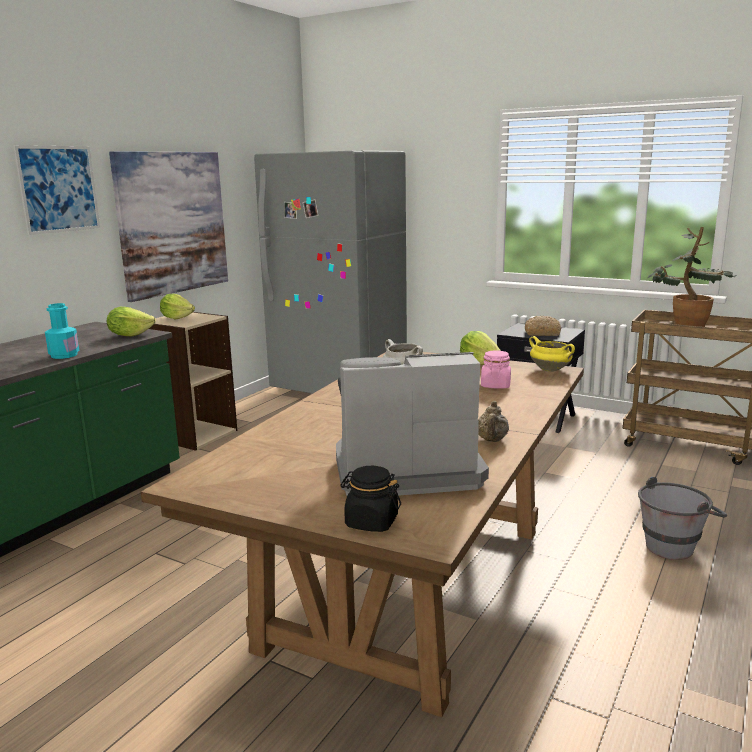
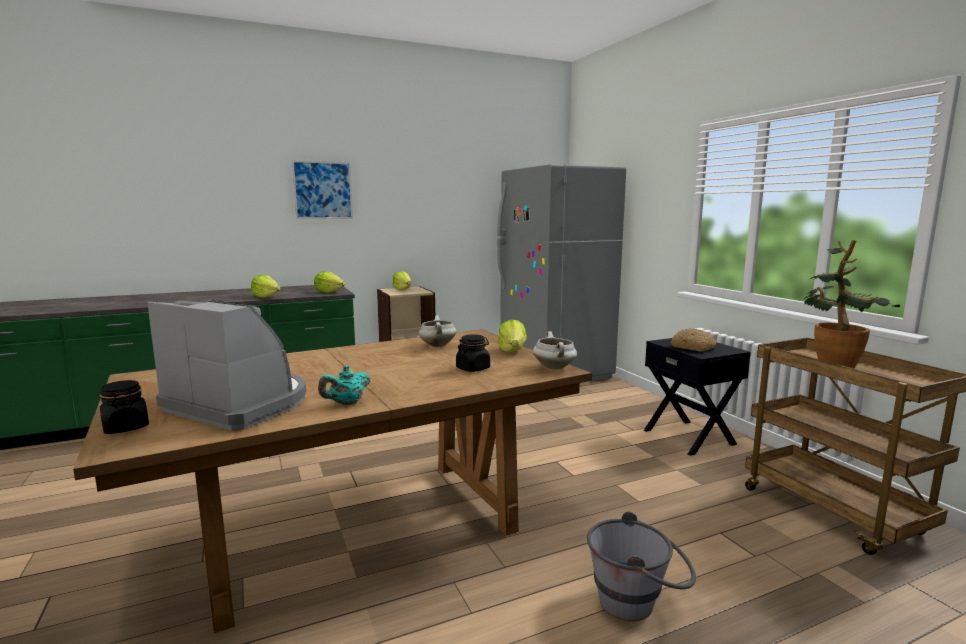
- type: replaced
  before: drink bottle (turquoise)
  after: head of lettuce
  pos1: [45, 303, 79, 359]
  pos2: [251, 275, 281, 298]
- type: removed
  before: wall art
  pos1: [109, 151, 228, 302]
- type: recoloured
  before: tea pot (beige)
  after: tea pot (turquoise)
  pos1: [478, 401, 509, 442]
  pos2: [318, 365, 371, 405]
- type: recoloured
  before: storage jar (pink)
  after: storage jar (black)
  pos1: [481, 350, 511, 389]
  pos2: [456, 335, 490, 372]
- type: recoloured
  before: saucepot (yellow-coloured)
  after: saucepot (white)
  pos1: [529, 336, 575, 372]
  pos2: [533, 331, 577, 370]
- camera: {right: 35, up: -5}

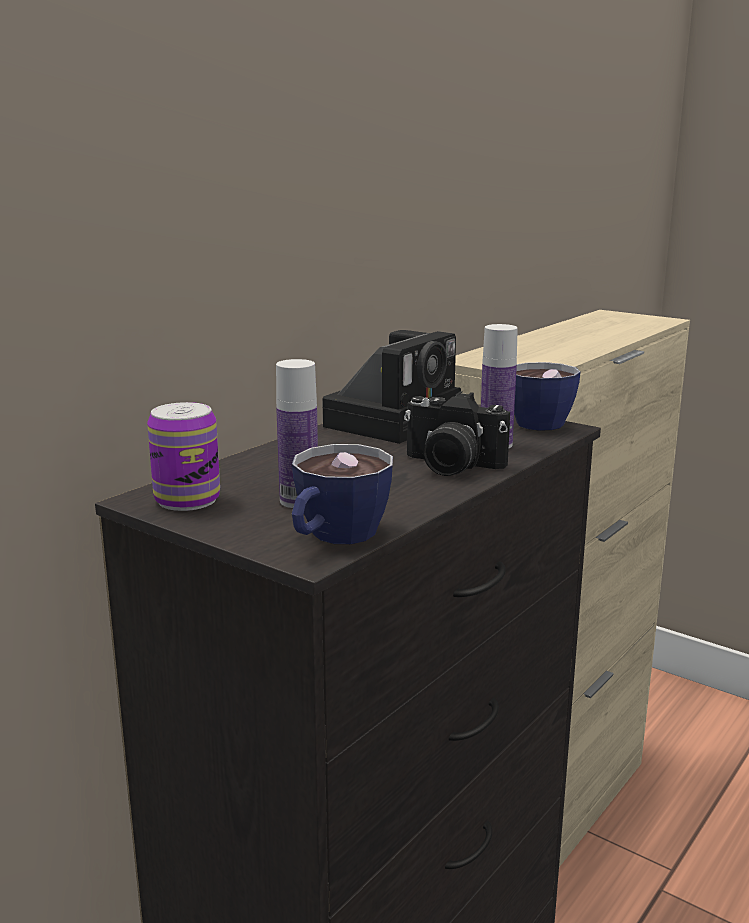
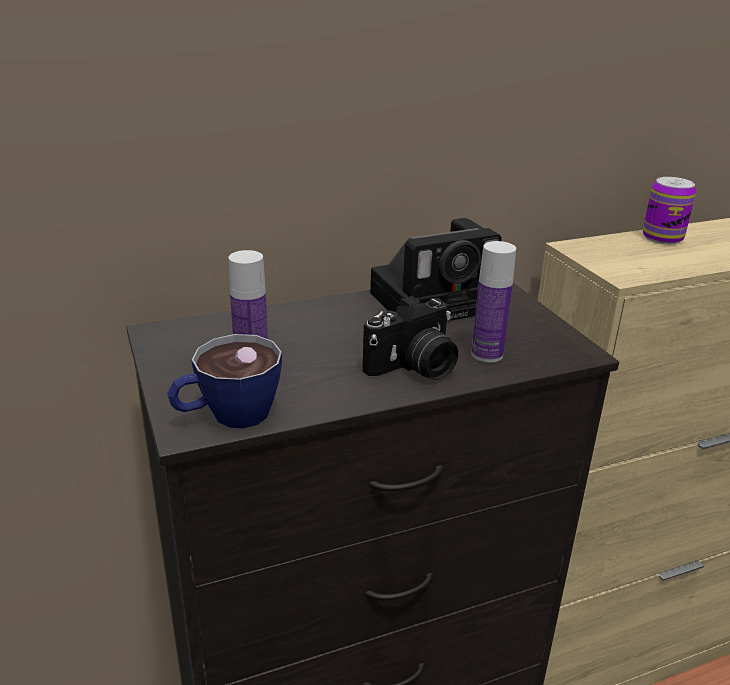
- type: moved
  before: can
  pos1: [147, 402, 220, 511]
  pos2: [643, 177, 696, 244]
- type: turned
  before: photo camera
  pos1: [404, 391, 510, 476]
  pos2: [362, 296, 458, 380]
  turn: -90
- type: removed
  before: drinking cup
  pos1: [514, 362, 581, 431]
- camera: {right: 30, up: 10}

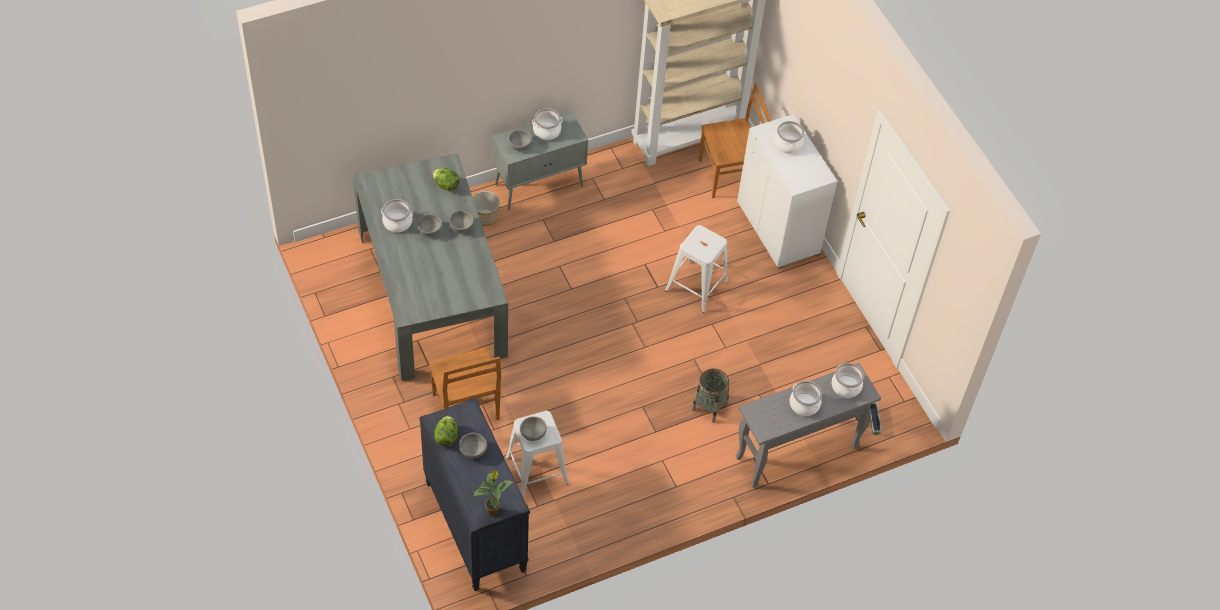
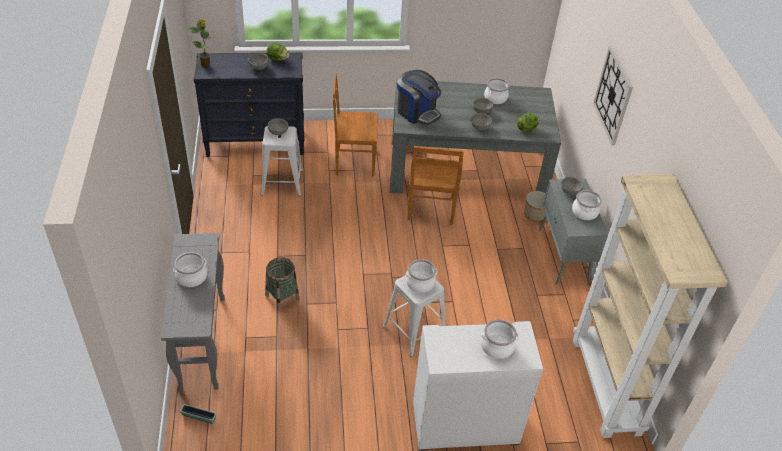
- type: moved
  before: upright chair (brown)
  pos1: [699, 82, 771, 198]
  pos2: [407, 147, 464, 225]
- type: moved
  before: saucepot
  pos1: [831, 363, 864, 398]
  pos2: [406, 259, 437, 293]
- type: added
  after: coffee maker
  pos2: [397, 70, 441, 125]
- type: added
  after: clock on the wall
  pos2: [593, 46, 633, 146]
- camera: {right: 110, up: -10}

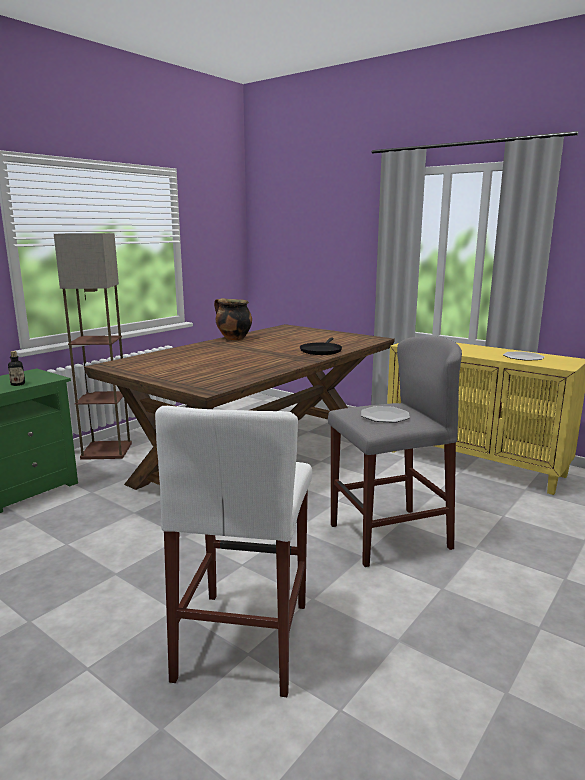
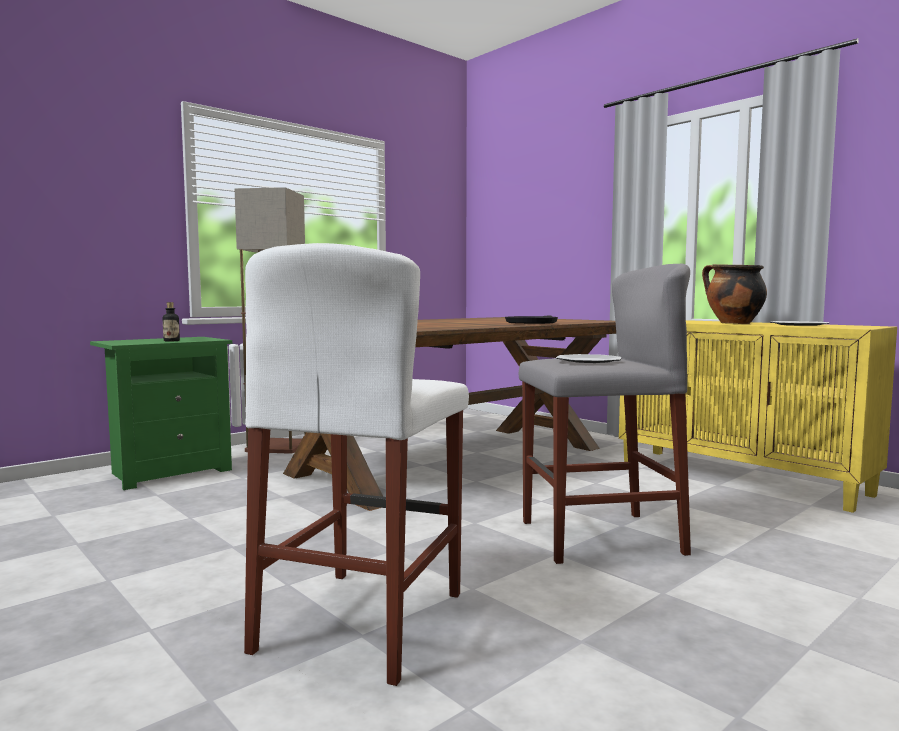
- type: moved
  before: saucepot
  pos1: [214, 298, 252, 341]
  pos2: [702, 264, 767, 324]
- camera: {right: 10, up: -10}

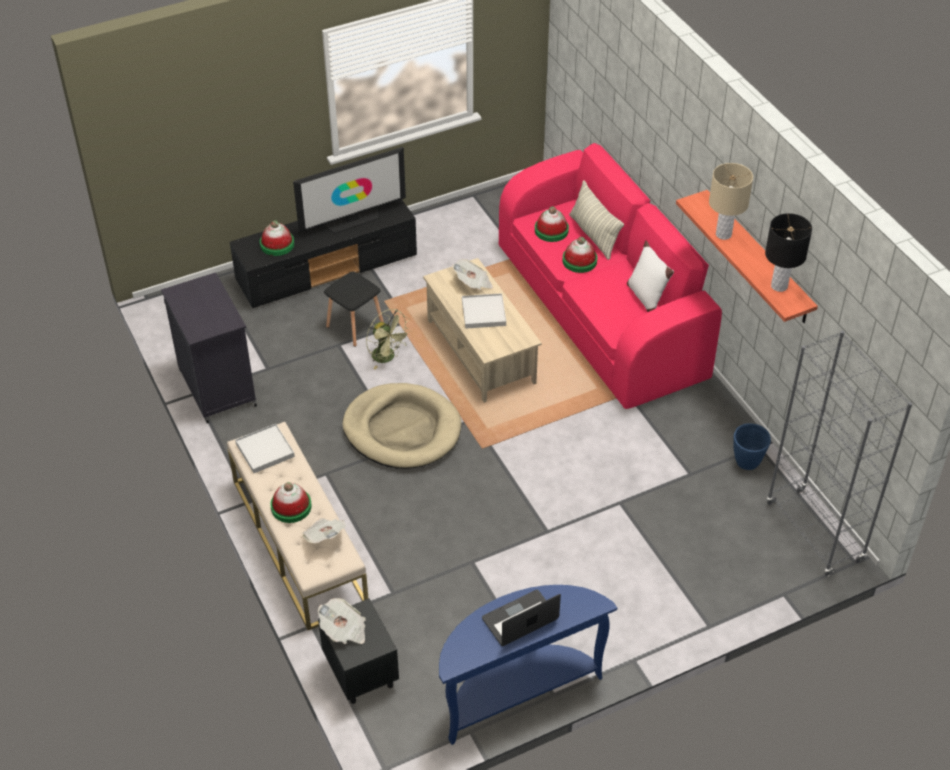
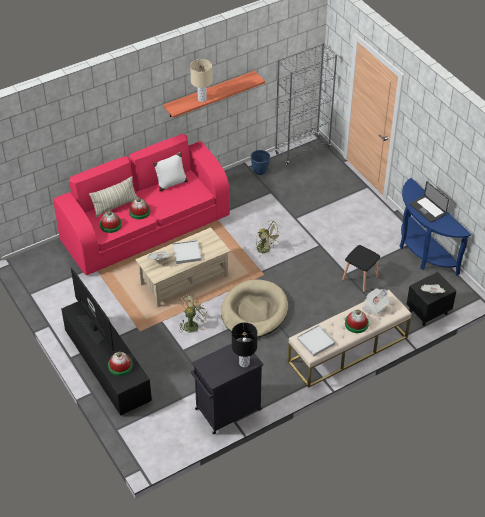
- type: moved
  before: sitting stool (black)
  pos1: [324, 271, 384, 347]
  pos2: [342, 245, 380, 292]
- type: moved
  before: lamp for a table (black)
  pos1: [765, 213, 812, 292]
  pos2: [232, 323, 257, 367]
- type: added
  after: electric fan (green)
  pos2: [256, 220, 281, 257]
- camera: {right: -95, up: 0}

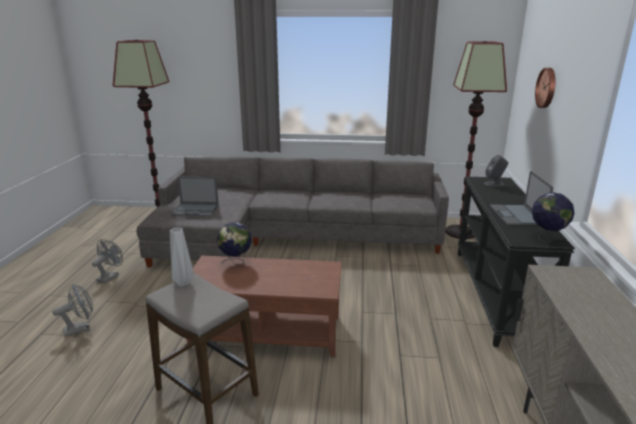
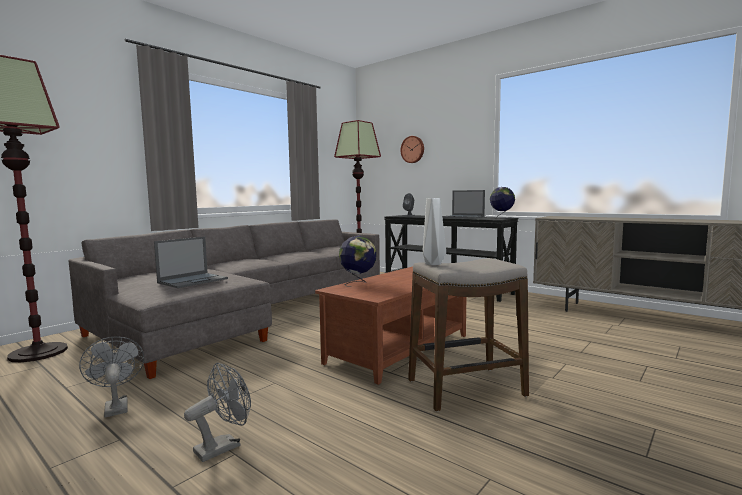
- type: turned
  before: electric fan (grey)
  pos1: [53, 284, 93, 337]
  pos2: [184, 363, 251, 462]
  turn: 45
- camera: {right: -55, up: -15}

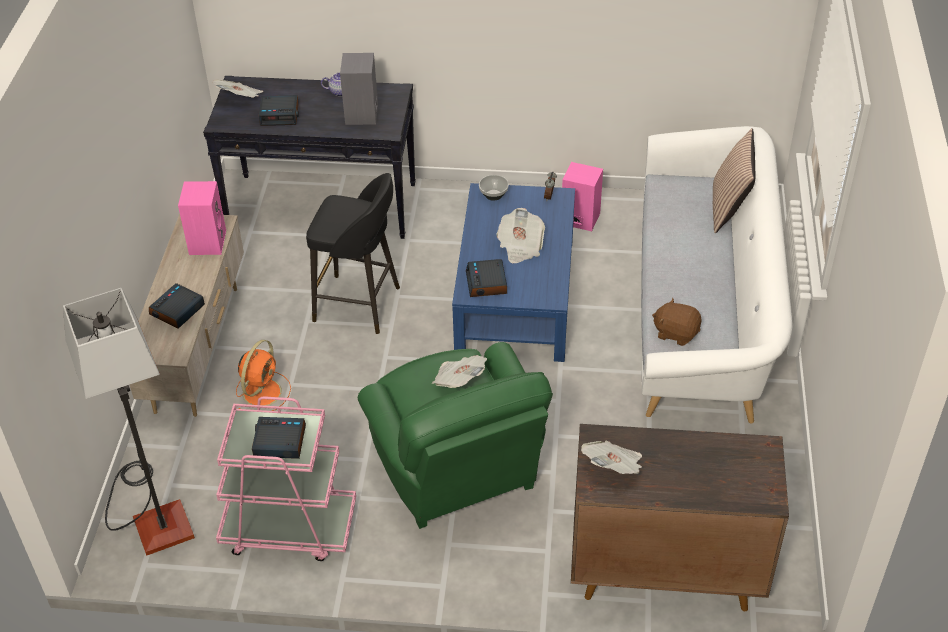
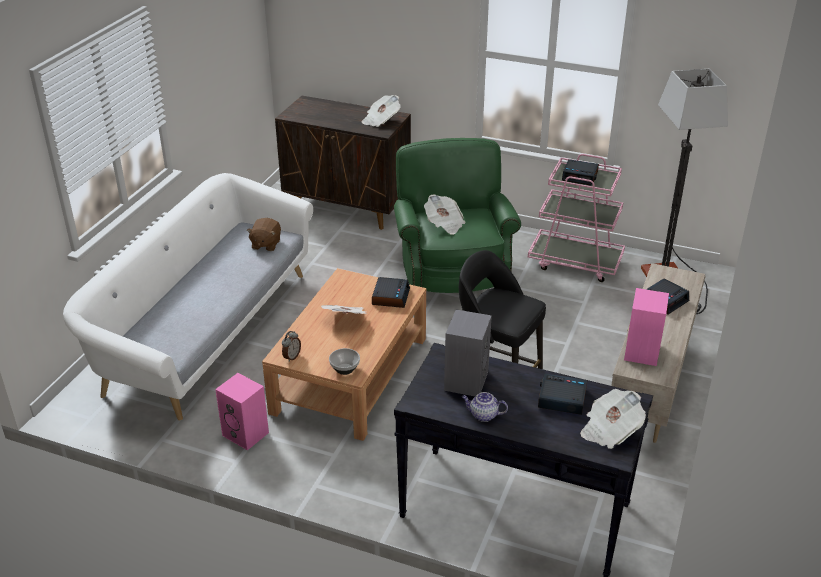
- type: removed
  before: electric fan (orange-coloured)
  pos1: [236, 340, 291, 411]
- type: recoloured
  before: coffee table (blue-coloured)
  after: coffee table (brown)
  pos1: [452, 183, 575, 362]
  pos2: [262, 268, 426, 441]
- type: turned
  before: cuddly toy (brown)
  pos1: [652, 298, 702, 346]
  pos2: [247, 218, 281, 251]
  turn: 60
- type: removed
  before: cushion
  pos1: [713, 128, 755, 233]
- camera: {right: -165, up: -10}

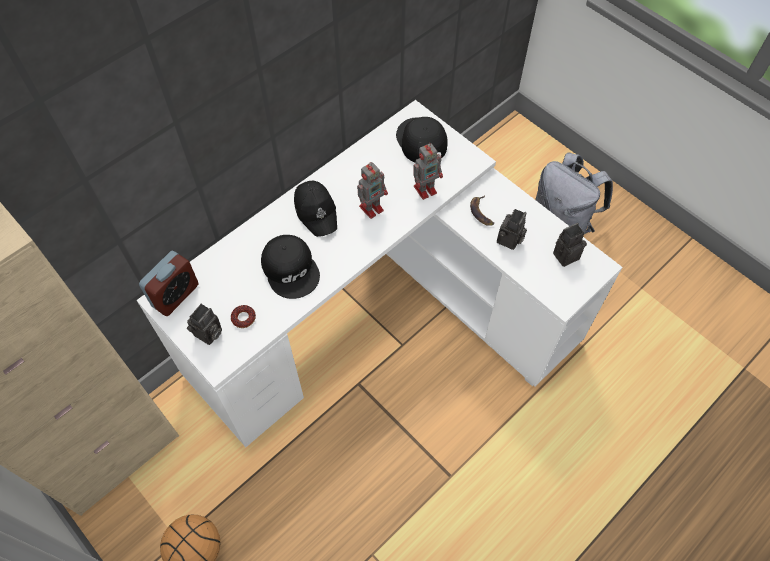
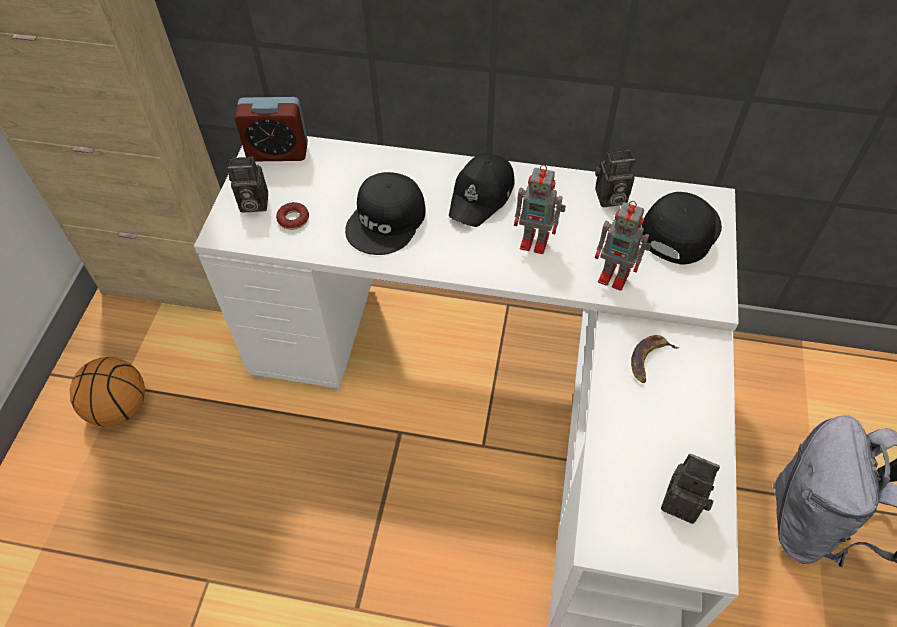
- type: moved
  before: photo camera
  pos1: [497, 209, 527, 250]
  pos2: [595, 150, 636, 207]
- camera: {right: 55, up: -5}

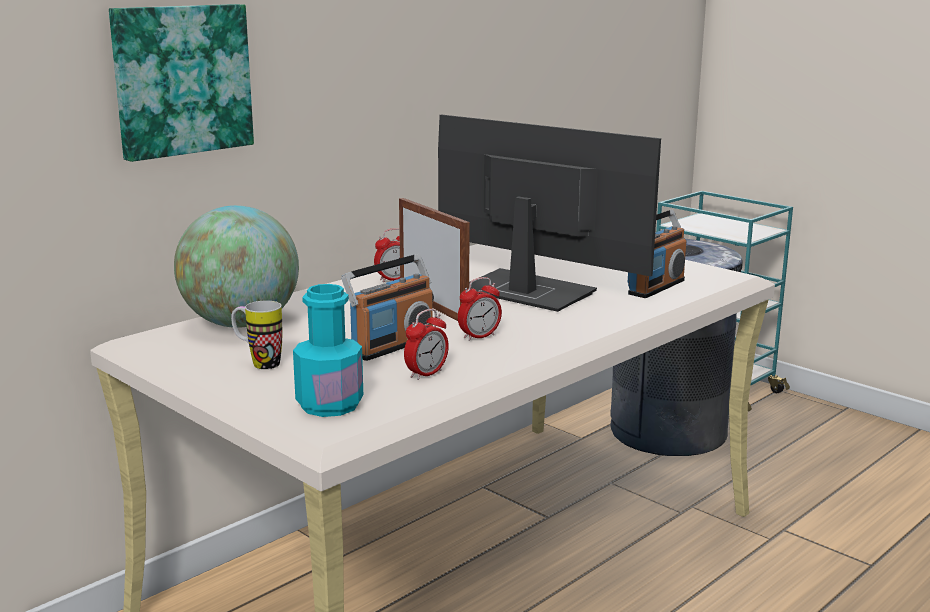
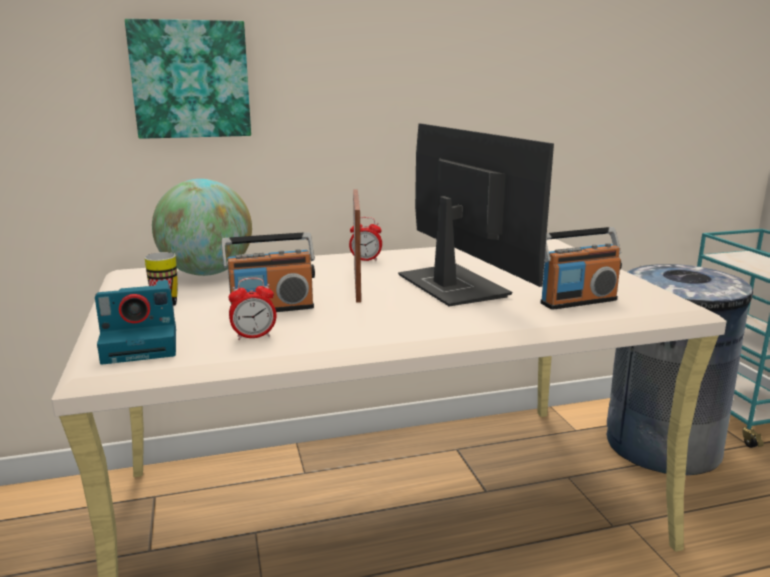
- type: replaced
  before: drink bottle (turquoise)
  after: photo camera
  pos1: [293, 284, 363, 417]
  pos2: [95, 280, 176, 365]
- type: removed
  before: bedside clock
  pos1: [458, 277, 502, 341]
- camera: {right: 30, up: 0}

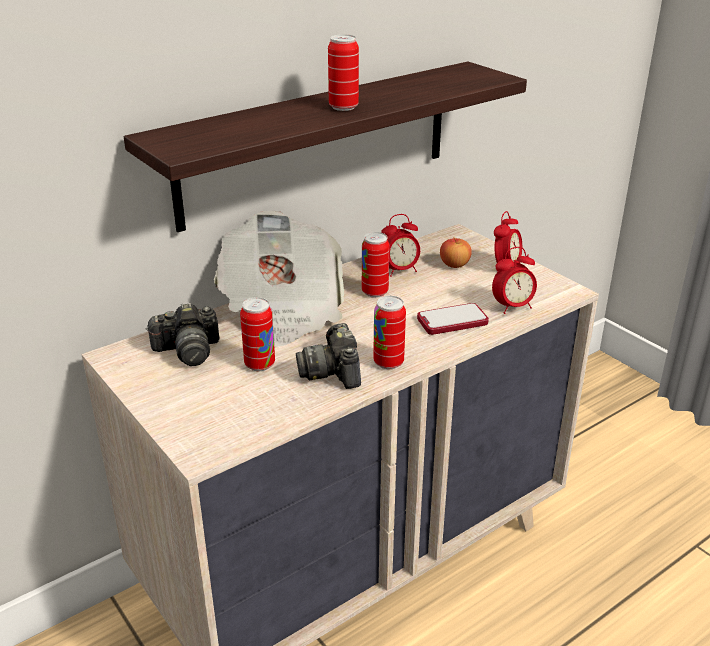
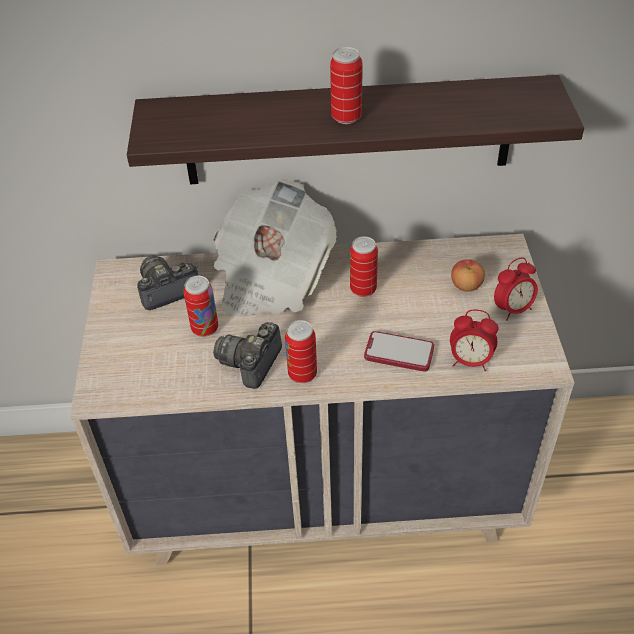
- type: turned
  before: photo camera
  pos1: [146, 303, 219, 366]
  pos2: [137, 256, 198, 310]
  turn: 135
- type: removed
  before: bedside clock
  pos1: [381, 214, 420, 277]
- camera: {right: 35, up: 15}

